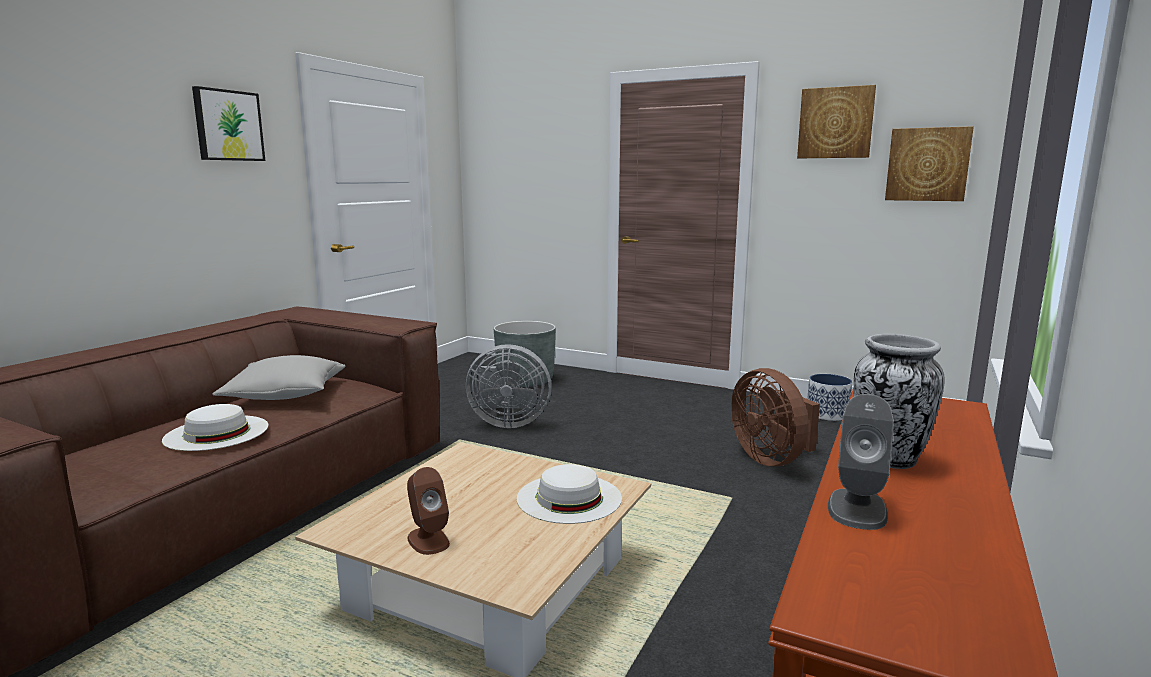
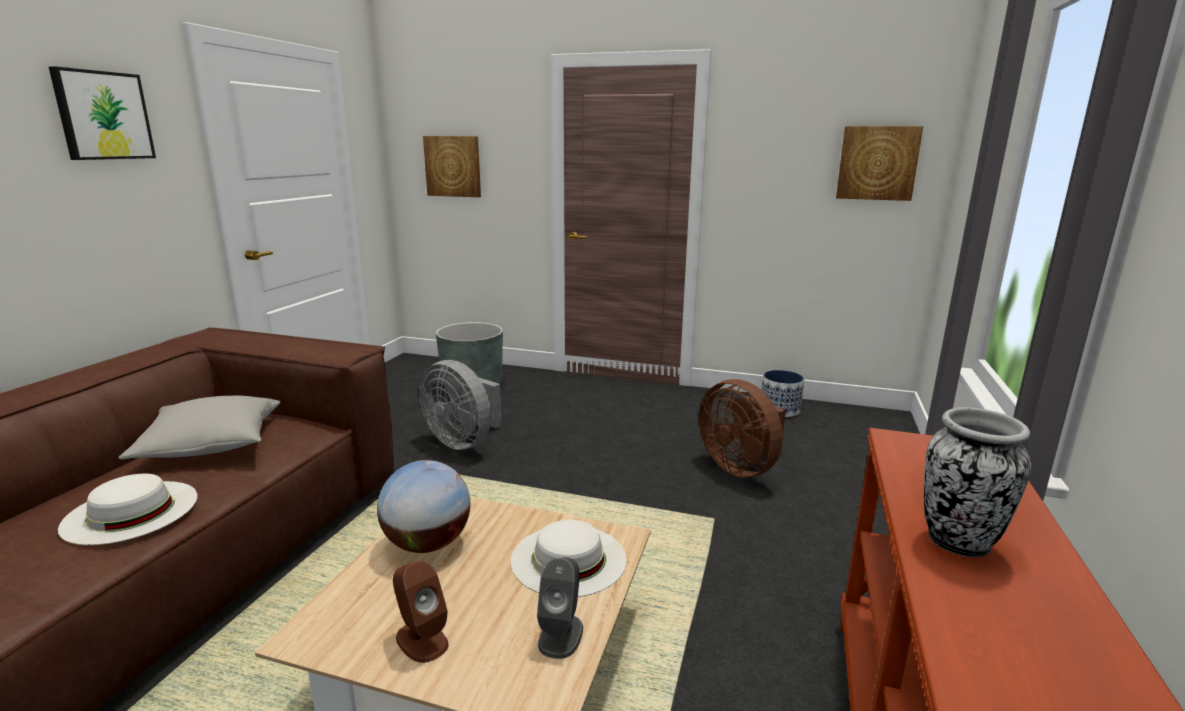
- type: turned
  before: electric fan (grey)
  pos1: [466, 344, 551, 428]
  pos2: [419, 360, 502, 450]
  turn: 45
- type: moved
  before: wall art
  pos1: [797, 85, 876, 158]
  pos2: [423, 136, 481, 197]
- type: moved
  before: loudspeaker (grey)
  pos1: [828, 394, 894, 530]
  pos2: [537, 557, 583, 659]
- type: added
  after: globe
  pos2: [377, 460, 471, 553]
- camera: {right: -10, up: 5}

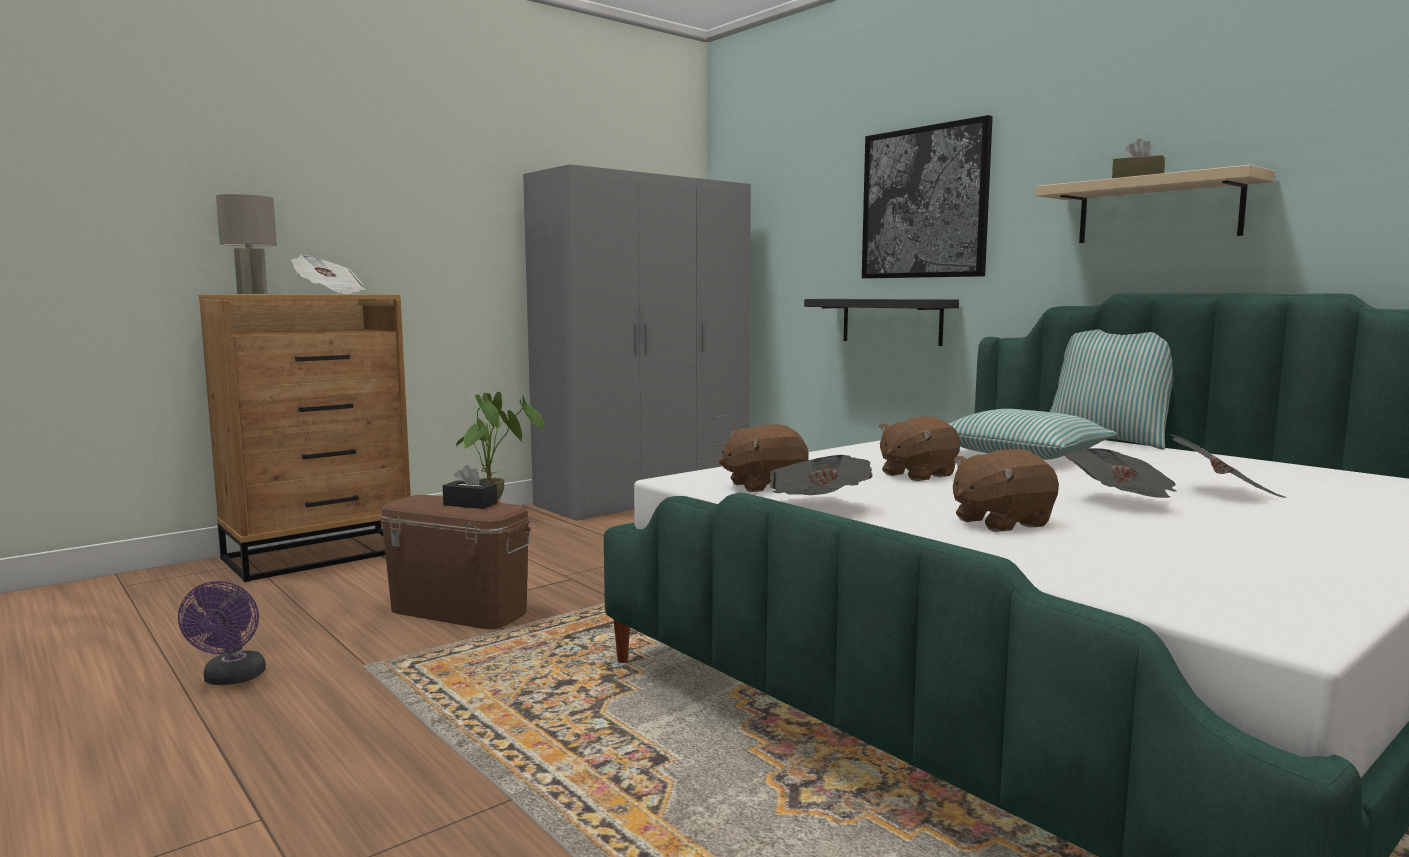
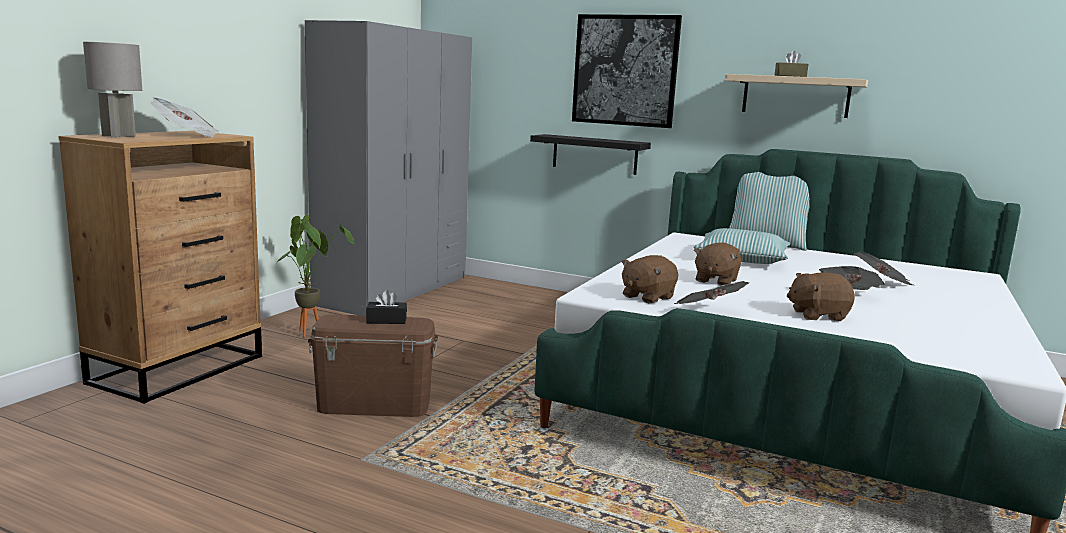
- type: removed
  before: electric fan (purplish)
  pos1: [178, 581, 266, 685]
- type: turned
  before: cuddly toy (brown)
  pos1: [953, 449, 1059, 532]
  pos2: [787, 272, 855, 321]
  turn: 45
- camera: {right: -25, up: 5}

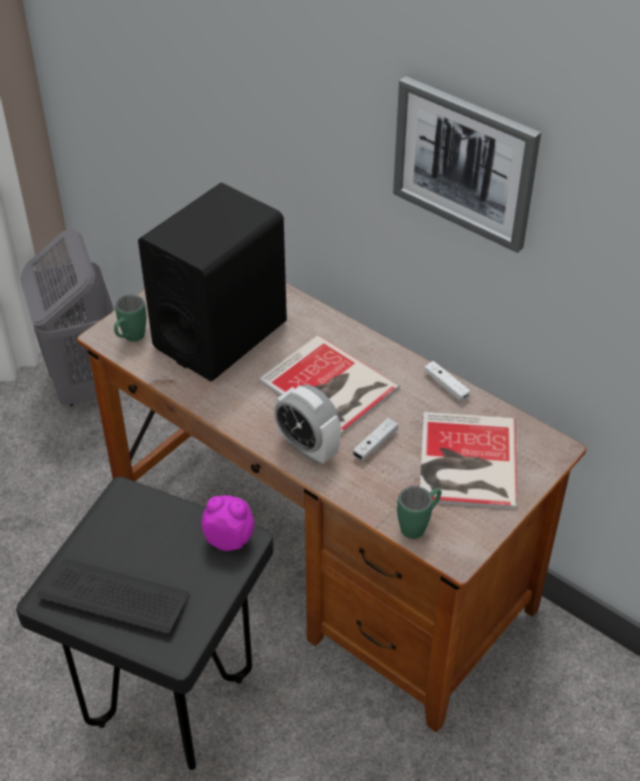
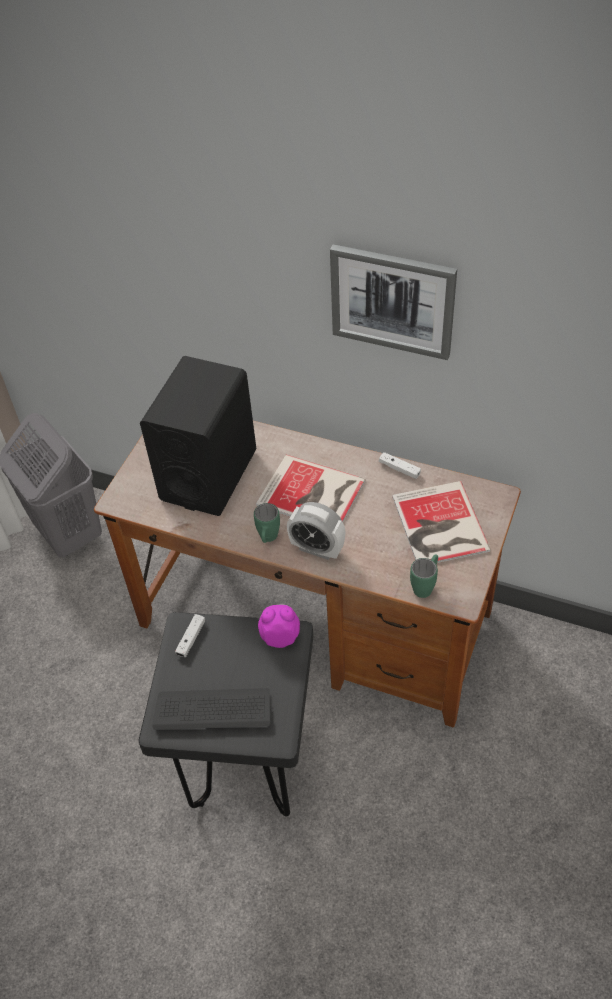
- type: moved
  before: coffee mug (green)
  pos1: [114, 295, 146, 342]
  pos2: [254, 503, 280, 543]
- type: moved
  before: gamepad (white)
  pos1: [353, 418, 398, 461]
  pos2: [175, 614, 205, 657]
- camera: {right: -15, up: 5}

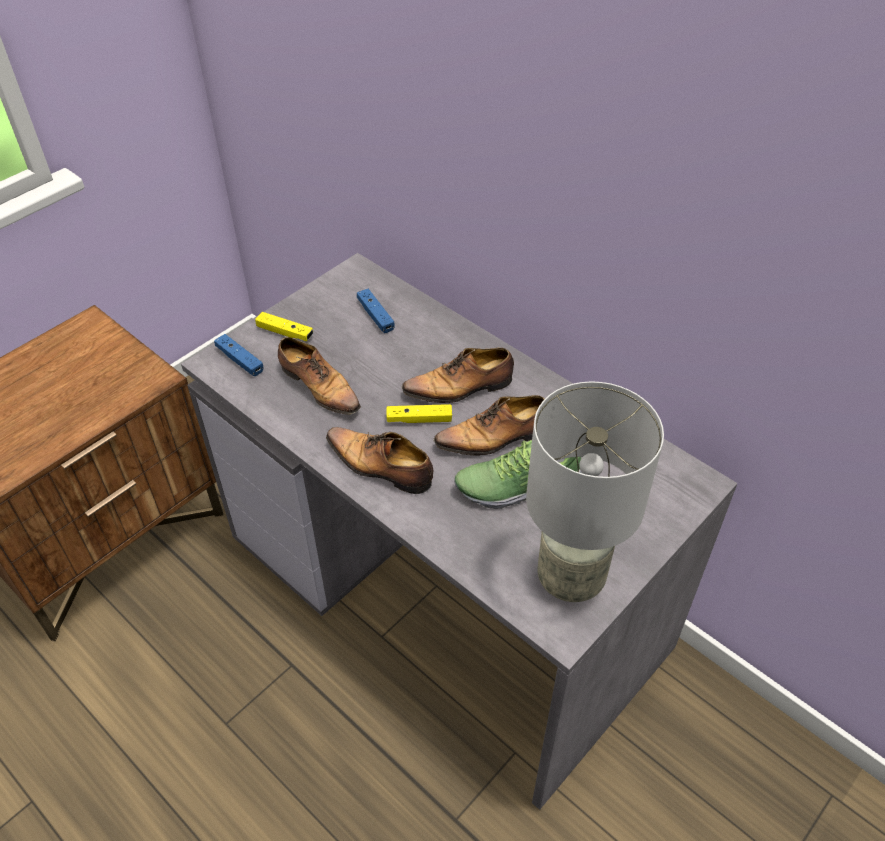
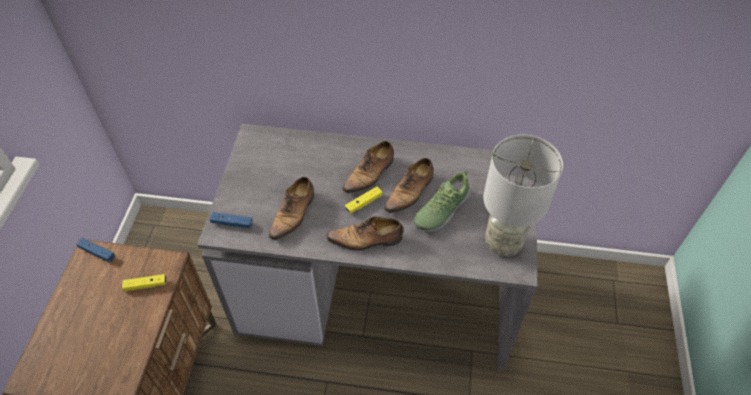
- type: moved
  before: gamepad (yellow-coloured)
  pos1: [255, 312, 313, 341]
  pos2: [122, 274, 166, 291]
- type: turned
  before: shoe
  pos1: [278, 337, 361, 415]
  pos2: [269, 177, 314, 240]
  turn: 105
- type: moved
  before: gamepad (blue-coloured)
  pos1: [357, 289, 395, 333]
  pos2: [77, 238, 115, 262]
- camera: {right: -35, up: 5}

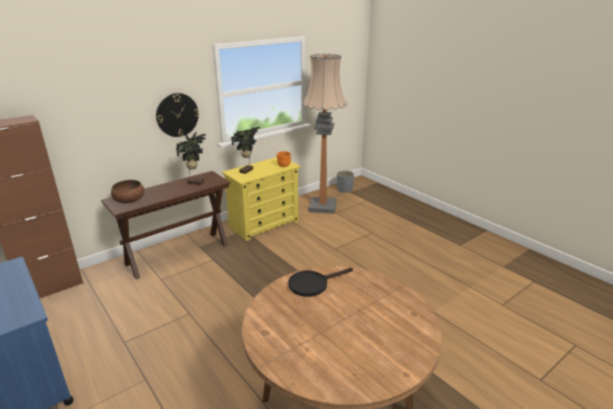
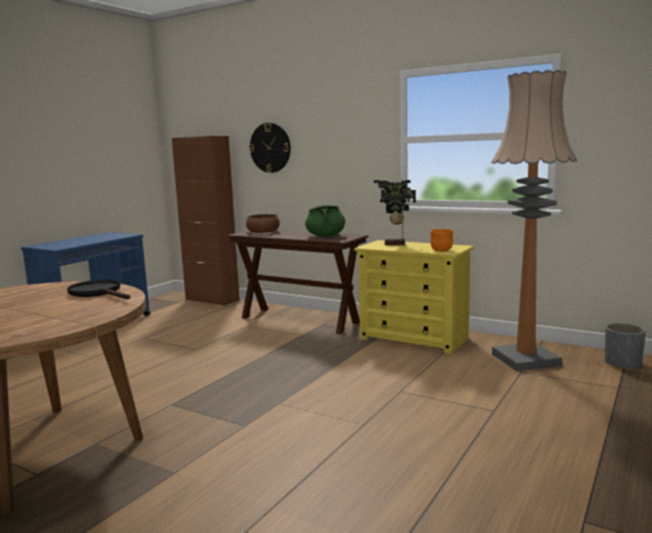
- type: moved
  before: clock on the wall
  pos1: [156, 93, 199, 137]
  pos2: [249, 123, 291, 173]
- type: replaced
  before: plant in a pot
  after: saucepot (green)
  pos1: [176, 132, 206, 185]
  pos2: [305, 205, 345, 237]
- camera: {right: 70, up: -15}

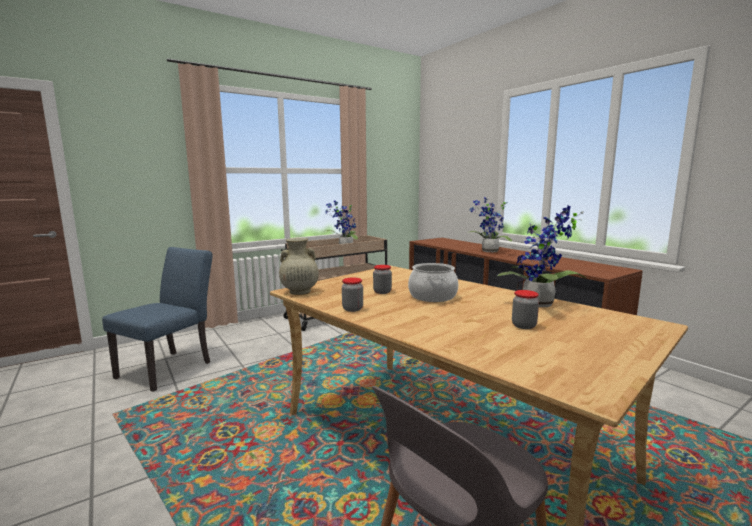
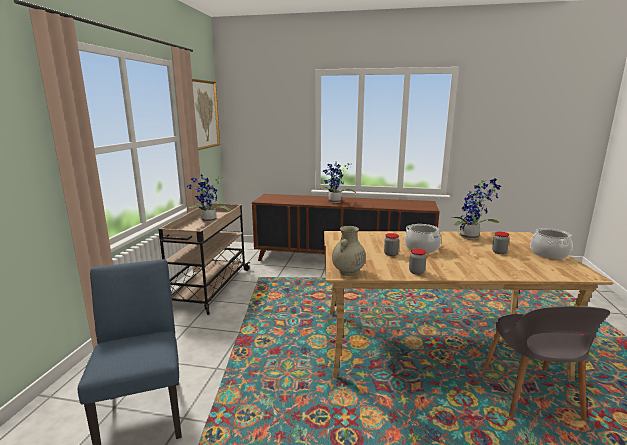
- type: added
  after: wall art
  pos2: [192, 79, 220, 150]
- type: added
  after: saucepot
  pos2: [530, 228, 573, 259]
- camera: {right: -45, up: 5}

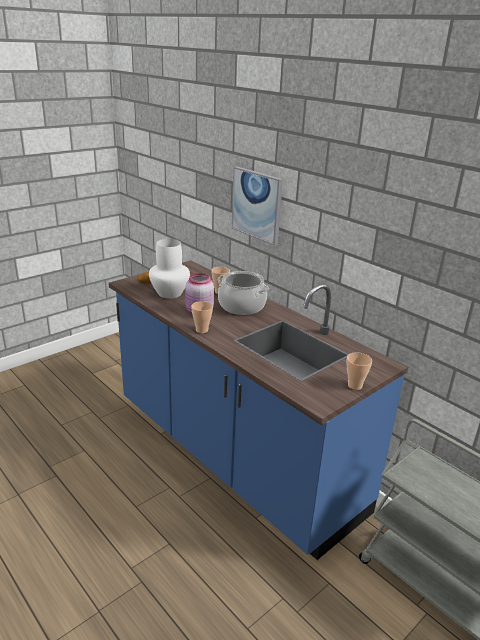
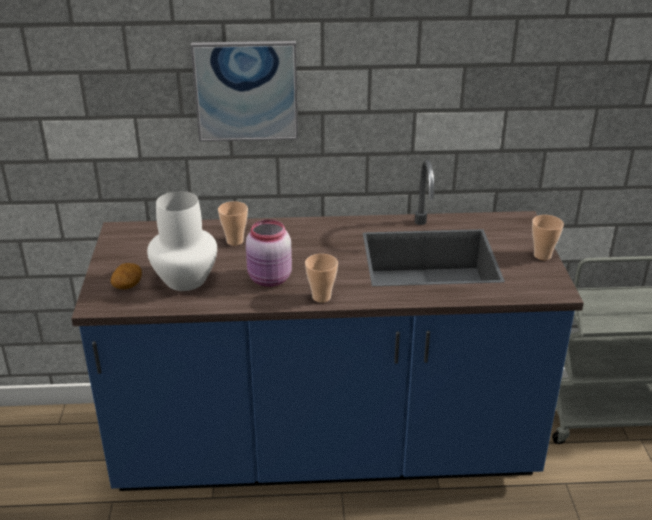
- type: removed
  before: saucepot
  pos1: [218, 271, 269, 315]
- camera: {right: -50, up: 5}

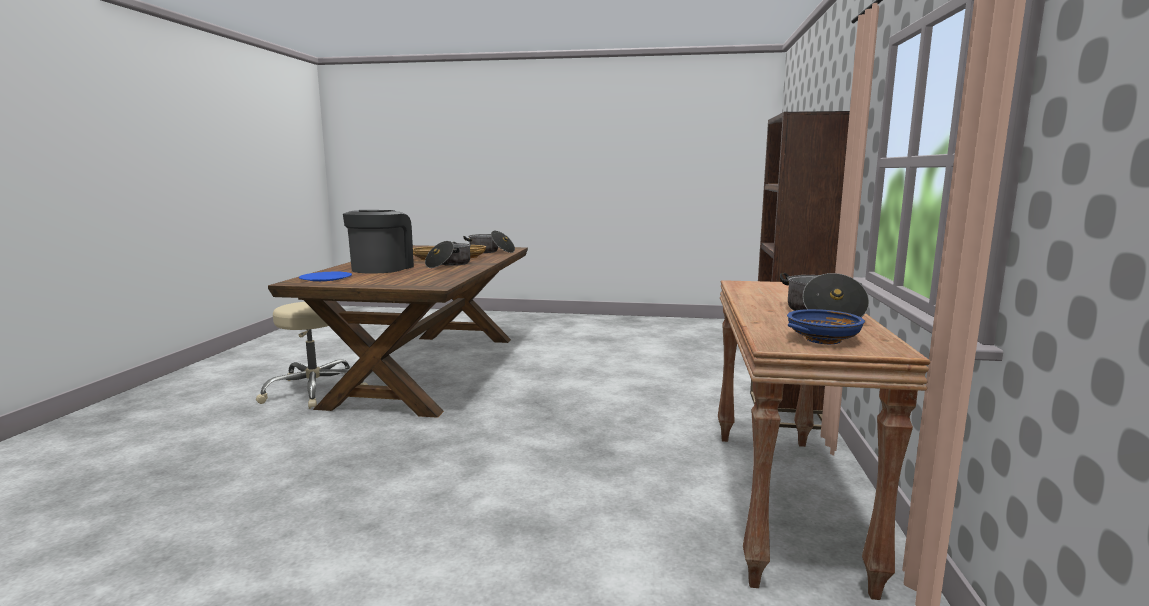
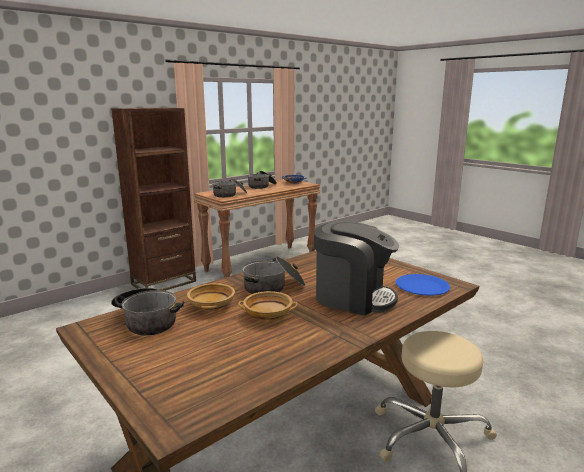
- type: turned
  before: coffee maker
  pos1: [343, 210, 414, 274]
  pos2: [314, 221, 399, 315]
  turn: -120
- type: added
  after: saucepot
  pos2: [212, 178, 248, 198]
- camera: {right: -140, up: 5}

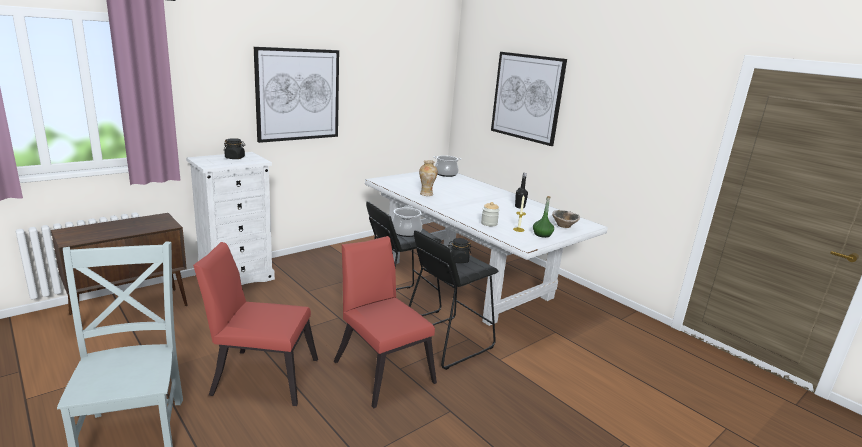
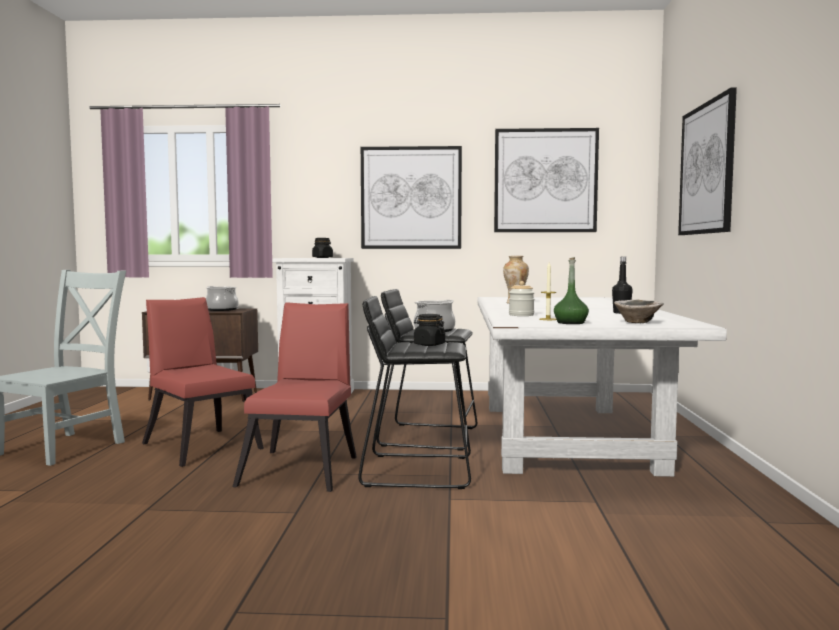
- type: moved
  before: saucepot
  pos1: [434, 155, 461, 177]
  pos2: [206, 286, 239, 311]
- type: added
  after: wall art
  pos2: [494, 128, 599, 232]
- camera: {right: 45, up: -15}

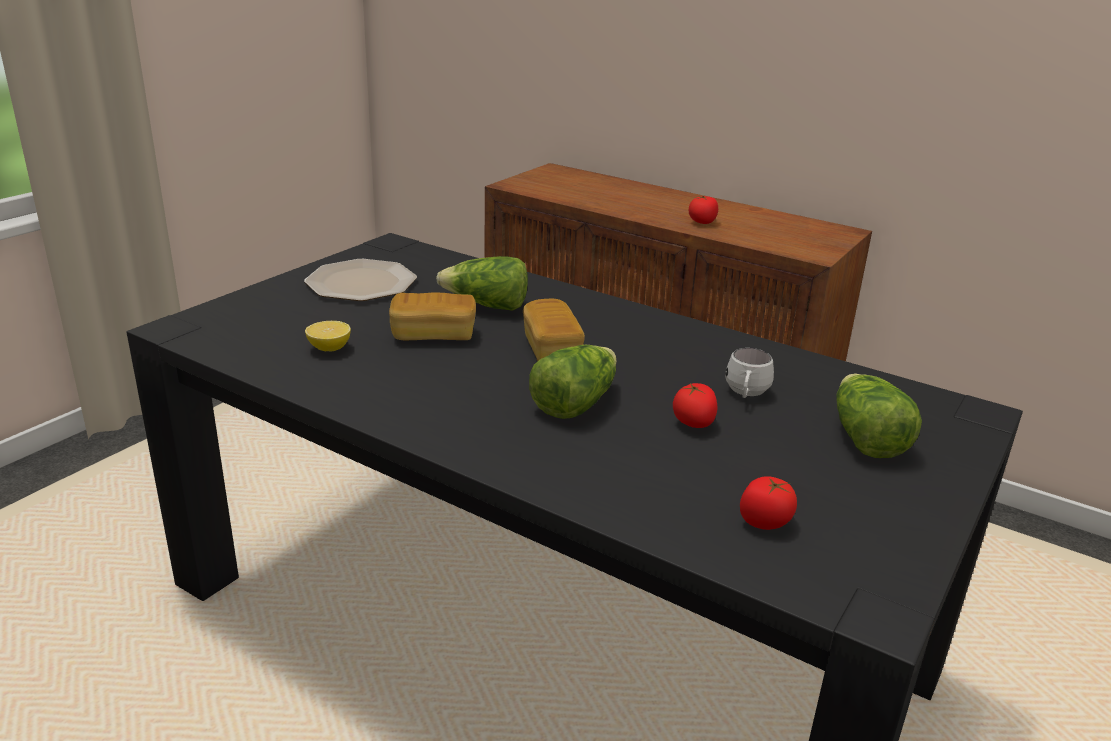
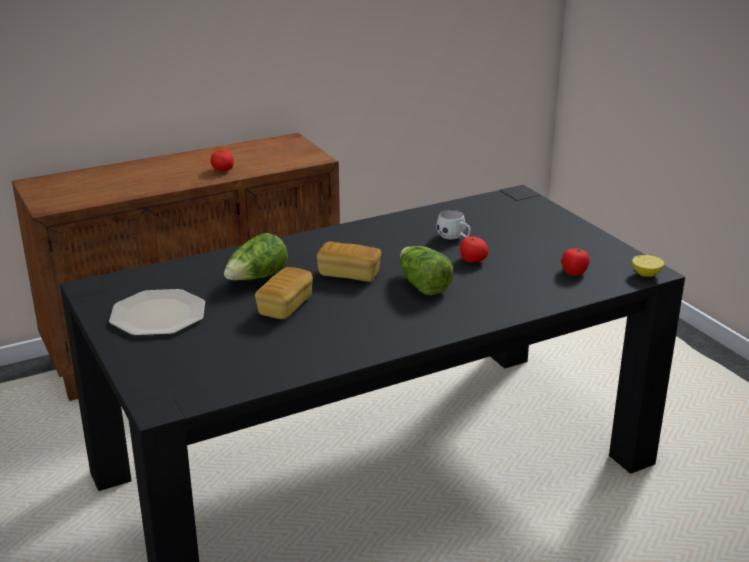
- type: moved
  before: whole lemon
  pos1: [305, 321, 351, 351]
  pos2: [632, 255, 664, 277]
- type: removed
  before: head of lettuce
  pos1: [836, 374, 922, 458]
- camera: {right: -60, up: 0}

